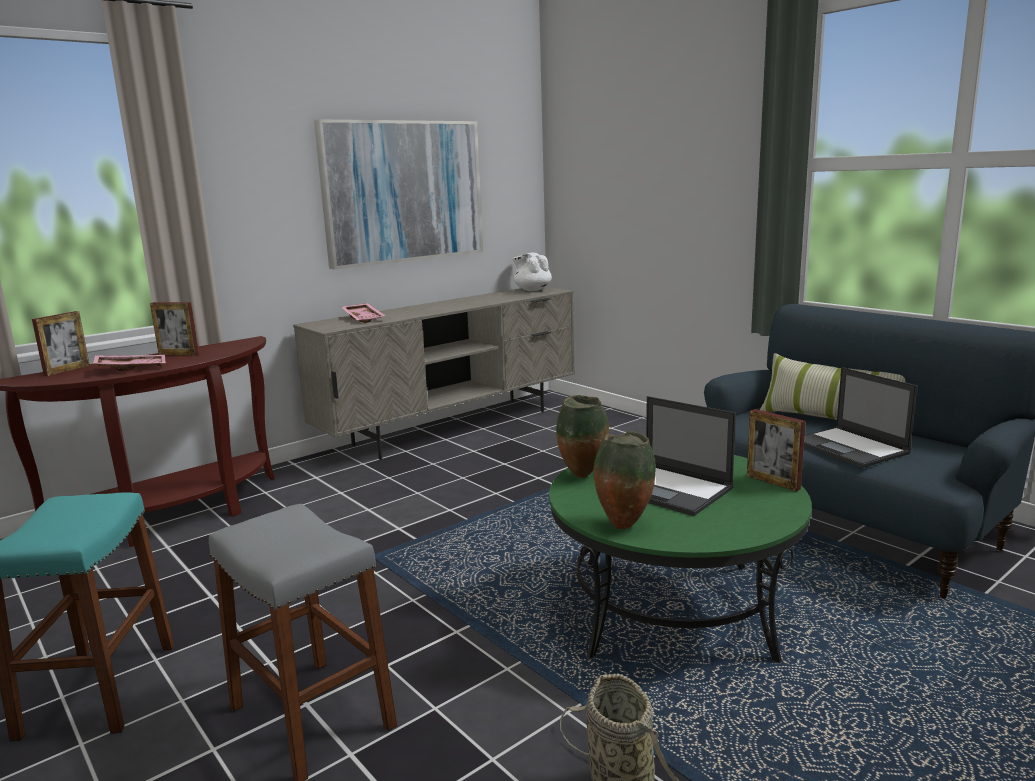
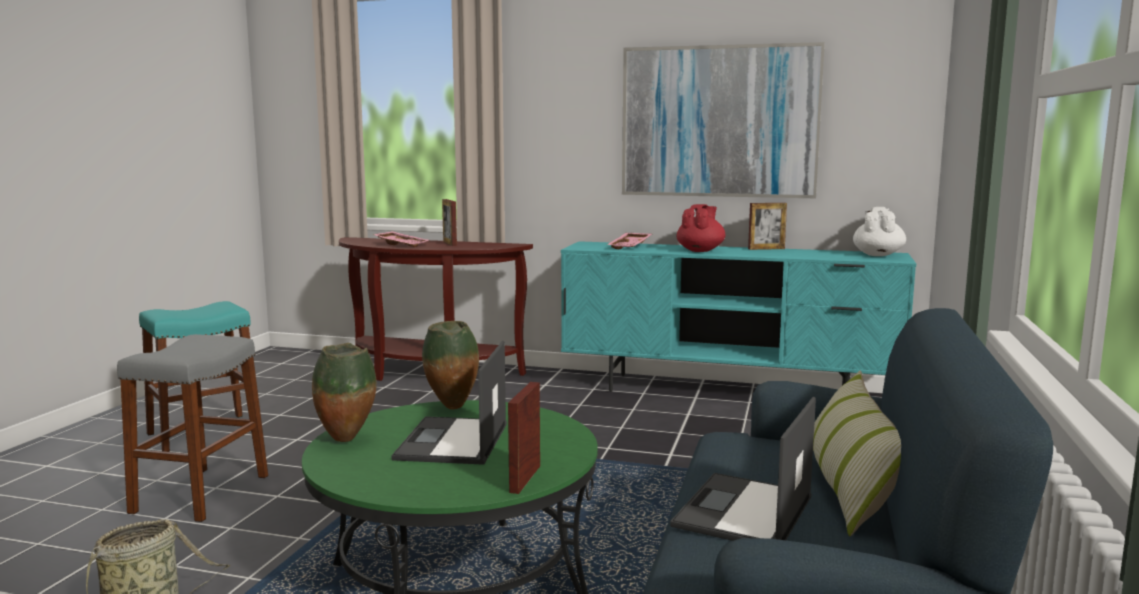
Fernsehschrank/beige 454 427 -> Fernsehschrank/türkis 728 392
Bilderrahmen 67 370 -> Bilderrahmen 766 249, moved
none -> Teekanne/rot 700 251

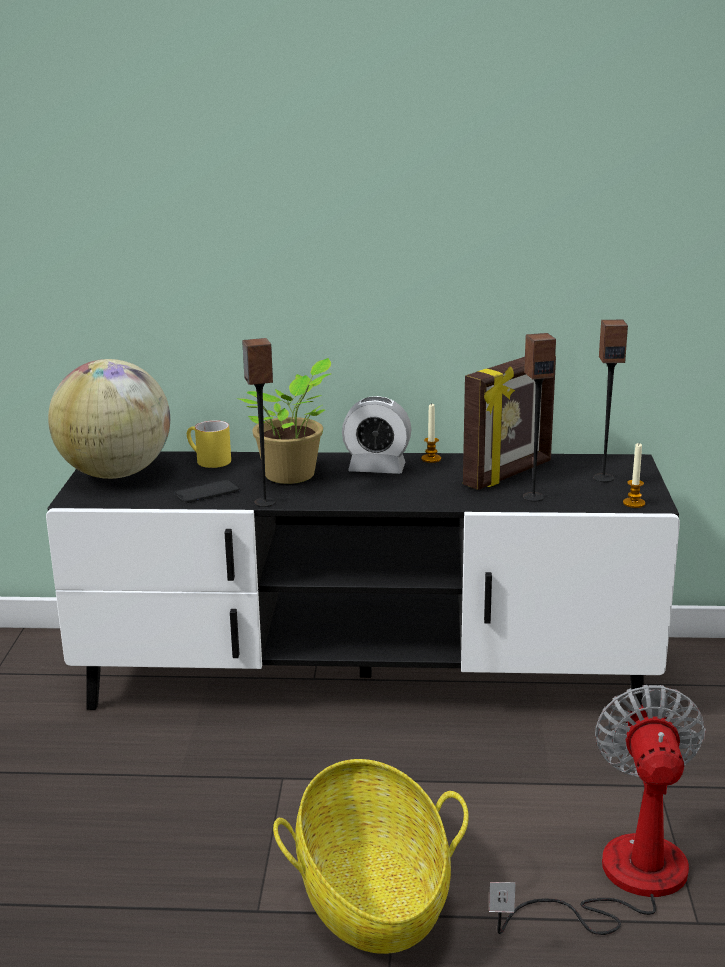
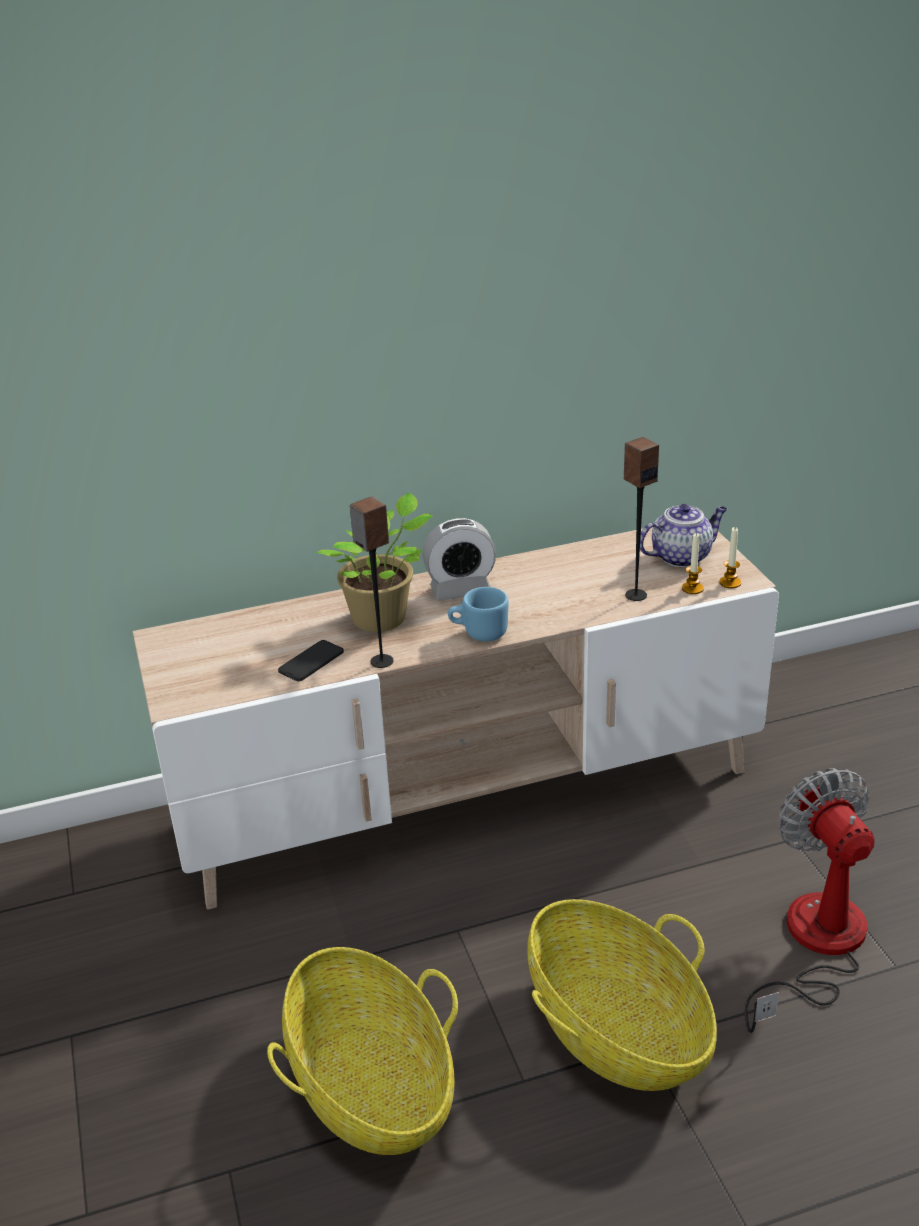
Lautsprecher 603 478 -> Teekanne 682 556
Bilderrahmen 509 474 -> none
Globus 115 474 -> none
Kerze 431 459 -> Kerze 692 588, moved
Henkelbecher/gelb 207 461 -> none
Fernsehschrank/schwarz 365 677 -> Fernsehschrank/beige 467 794
none -> Henkelbecher/blau 479 633
none -> Korb 370 1085

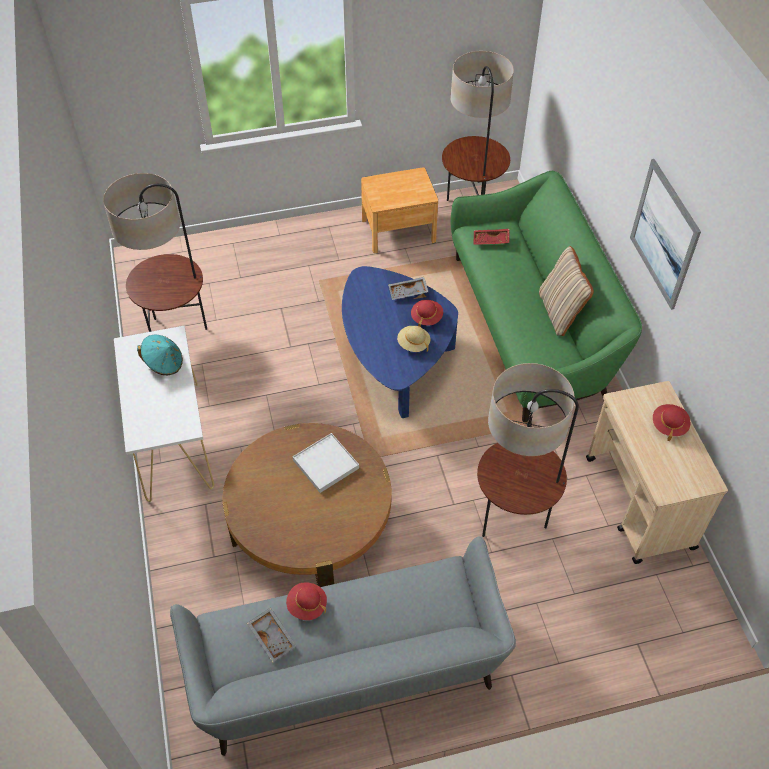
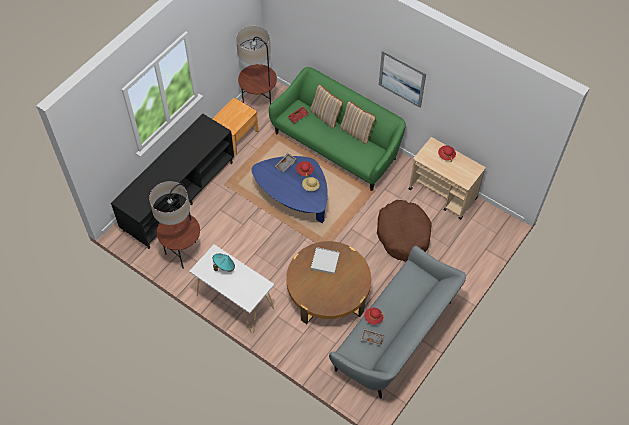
Stehlampe 512 520 -> Hundebett/braun 403 234
none -> Kissen/beige 326 116
none -> Fernsehschrank/schwarz 179 196

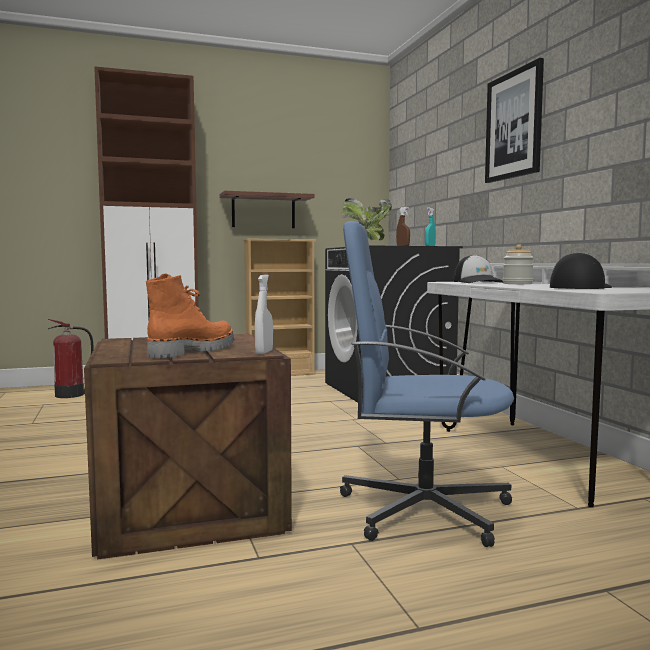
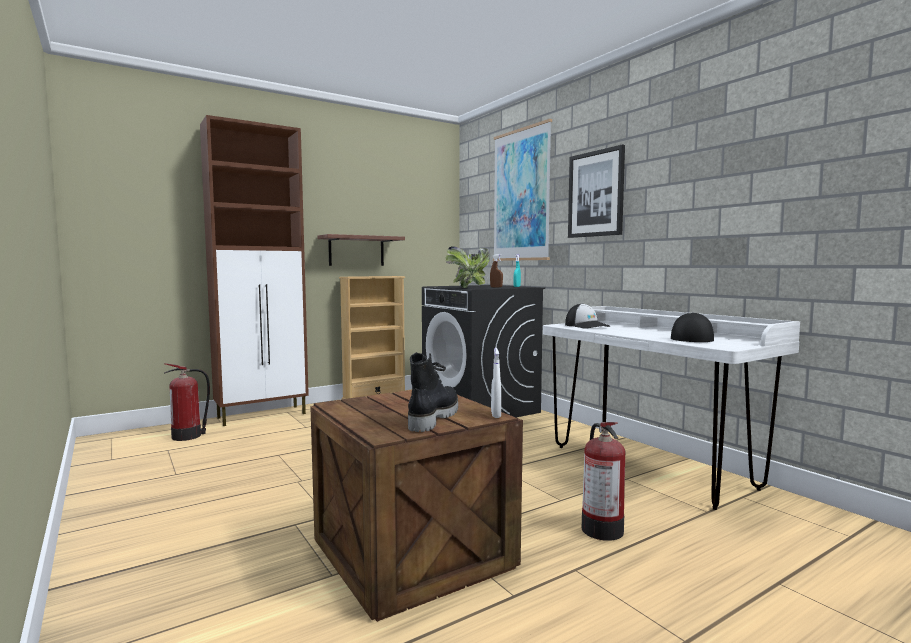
Bürostuhl/blau 421 509 -> Feuerlöscher 601 528
Vorratsglas 517 284 -> none
Stiefel/orange 191 351 -> Stiefel/schwarz 432 418
none -> Bild 521 195

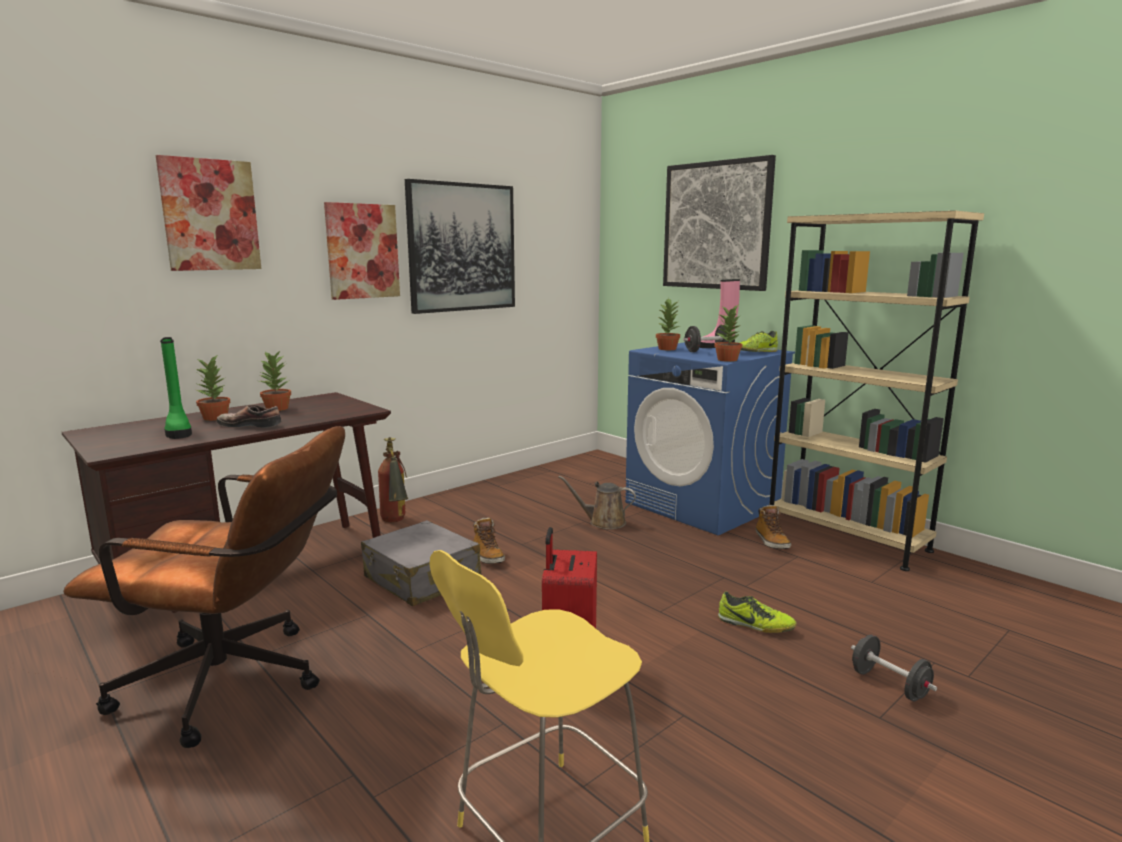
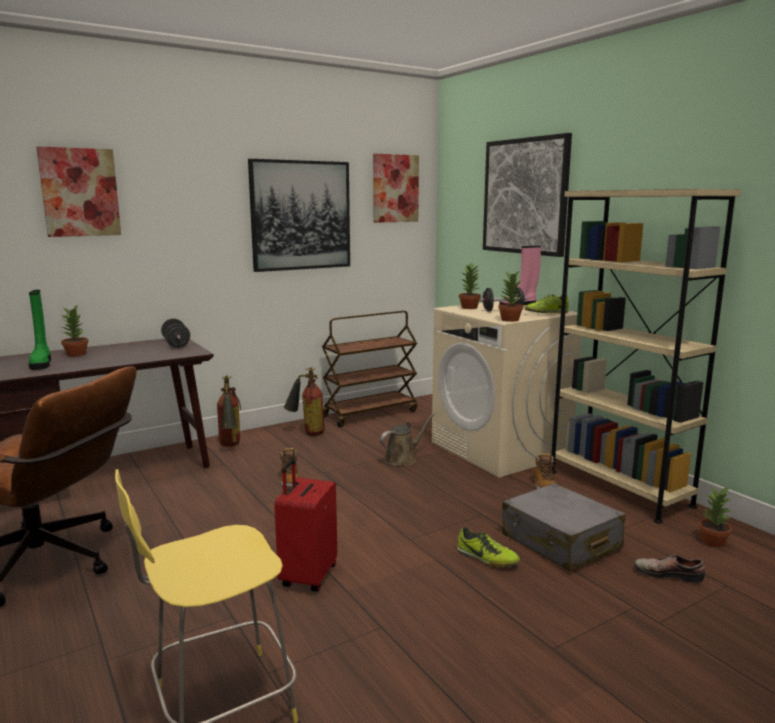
Bild 362 251 -> Bild 395 188, moved
Waschmaschine/blau 703 505 -> Waschmaschine/beige 500 449
Topfpflanze 277 409 -> Topfpflanze 713 542, moved
Schuh 251 425 -> Schuh 667 573, moved
Gießkanne/braun 603 522 -> Gießkanne/braun 403 459, 120 degrees clockwise
Koffer/grau 422 579 -> Koffer/grau 560 542, moved
Hantel/schwarz 889 685 -> Hantel/schwarz 176 344, moved
none -> Rollwagen/braun 370 413
none -> Feuerlöscher 306 432

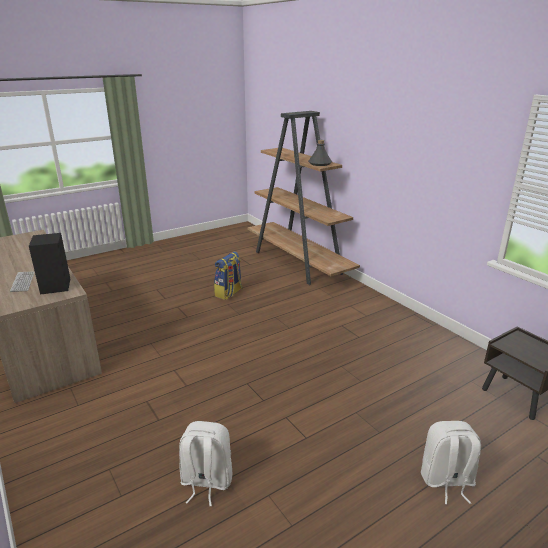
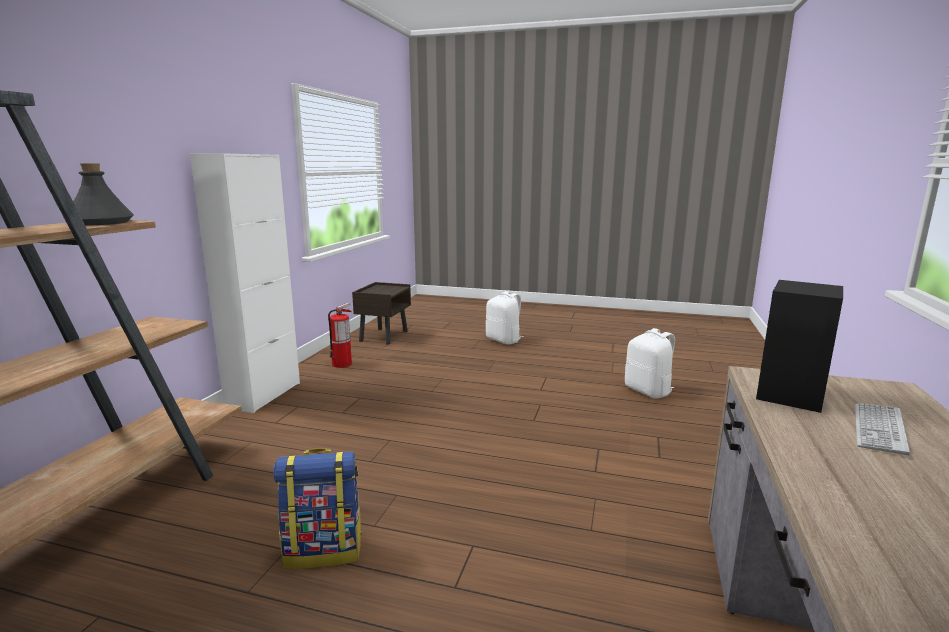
none -> Schrank/weiß 264 395
none -> Feuerlöscher 342 364

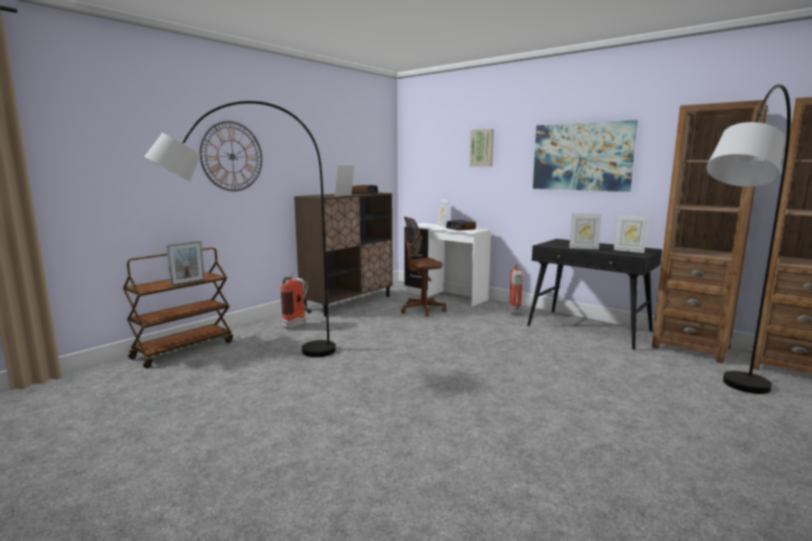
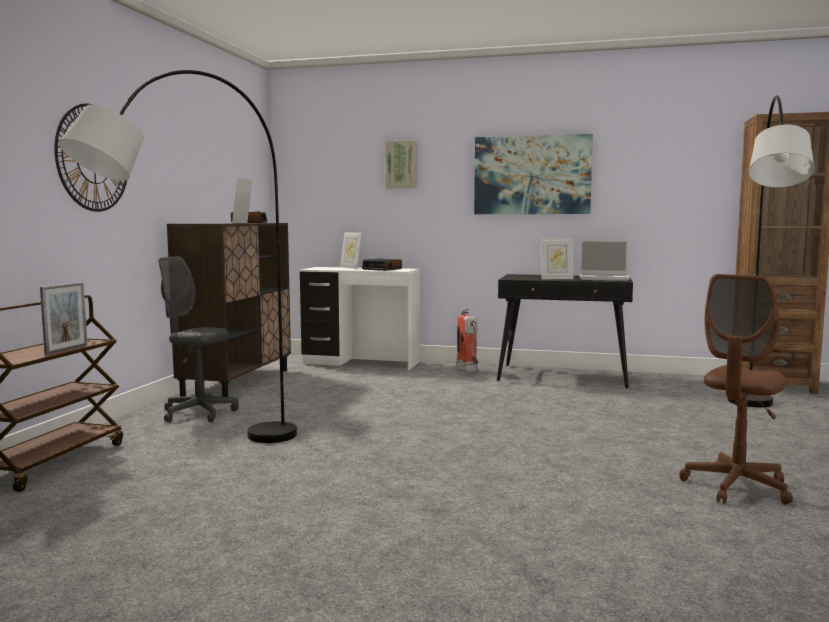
Bücherregal/braun 691 347 -> none
Bilderrahmen 629 251 -> Laptop 604 278
Bürostuhl/braun 422 310 -> Bürostuhl/braun 736 487, moved
Feuerlöscher 298 325 -> Bürostuhl/grau 198 413

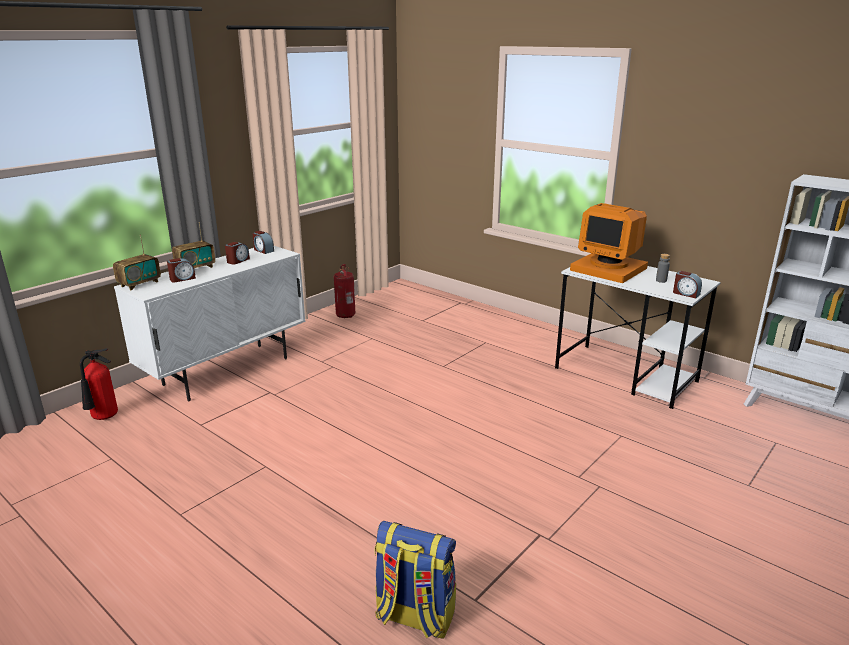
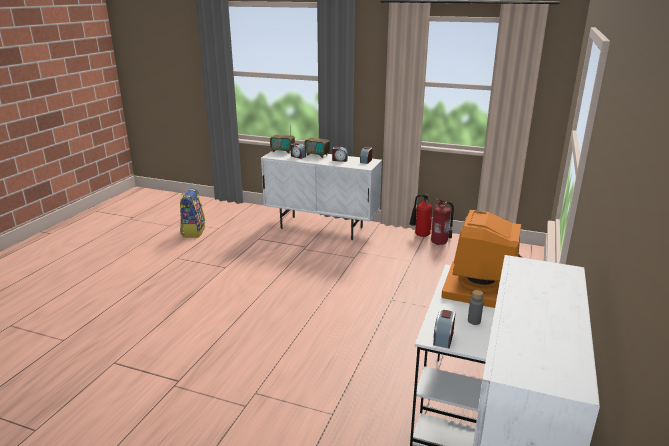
Feuerlöscher 104 418 -> Feuerlöscher 420 235, moved
Rucksack 414 616 -> Rucksack 193 231, moved

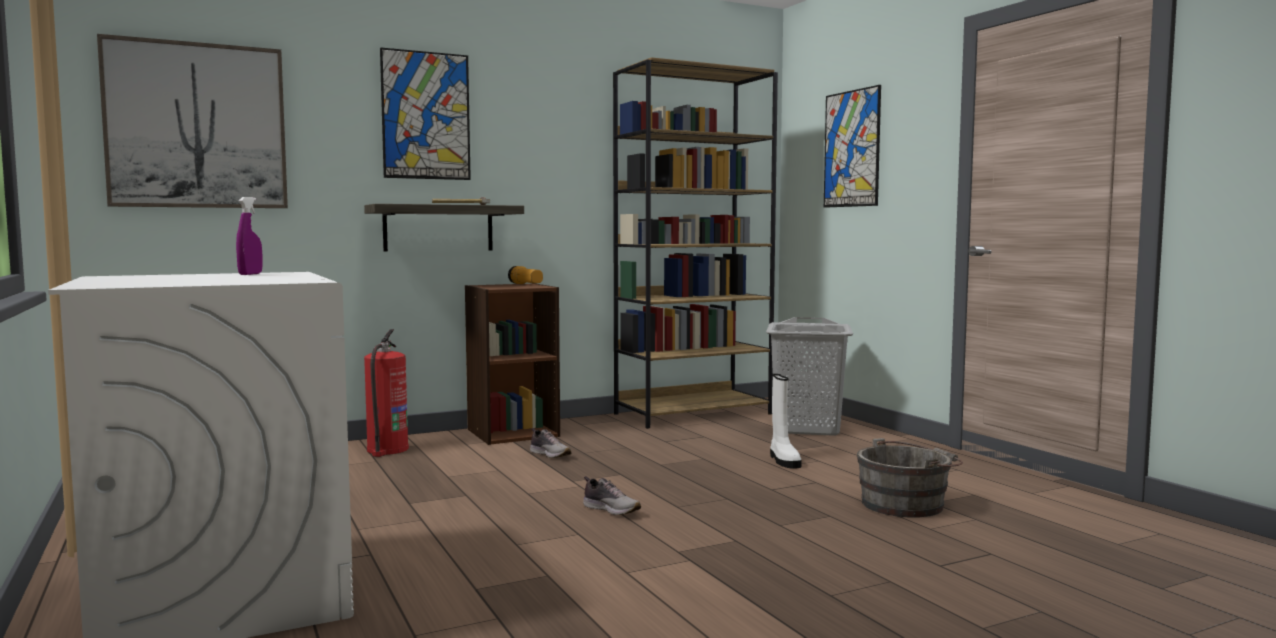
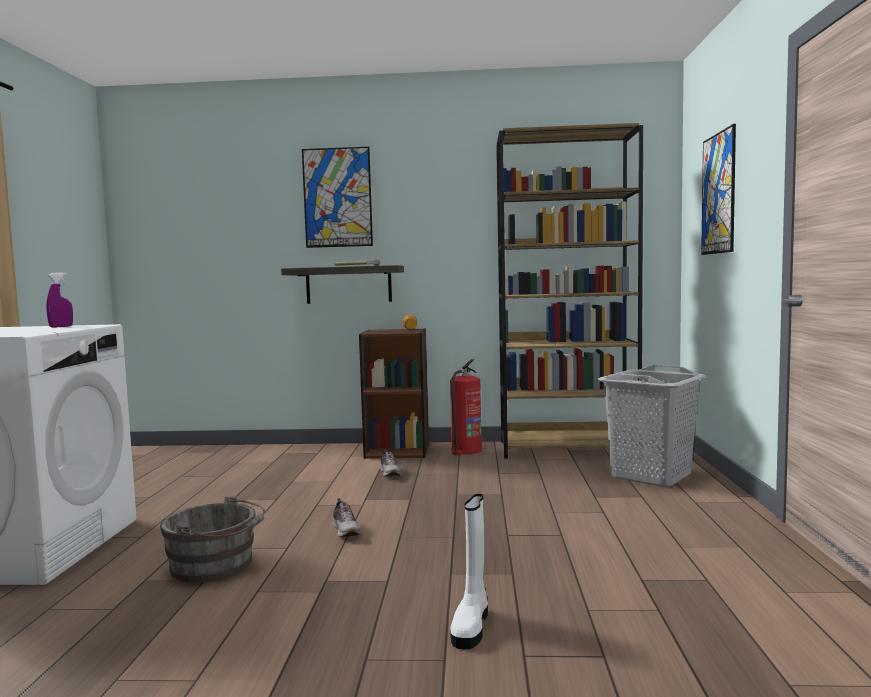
Bild 197 126 -> none
Feuerlöscher 386 450 -> Feuerlöscher 465 450, moved
Stiefel/weiß 783 460 -> Stiefel/weiß 471 626, moved
Eimer/grau 906 504 -> Eimer/grau 216 566, moved

